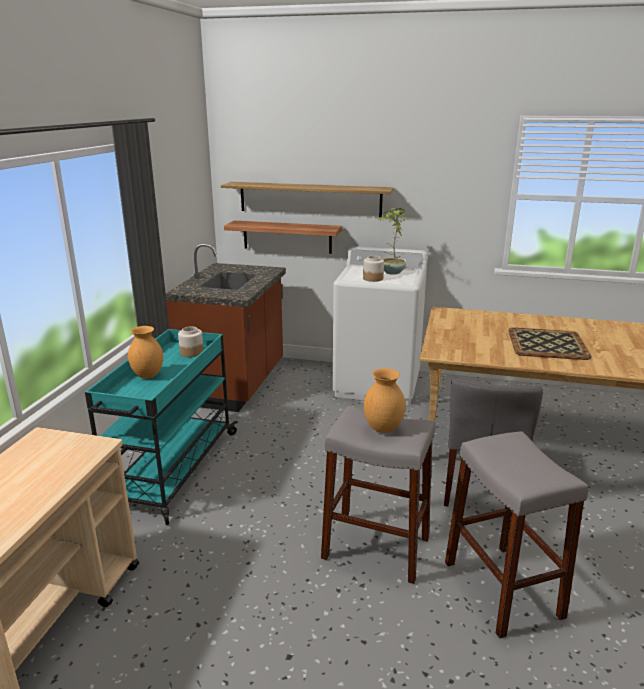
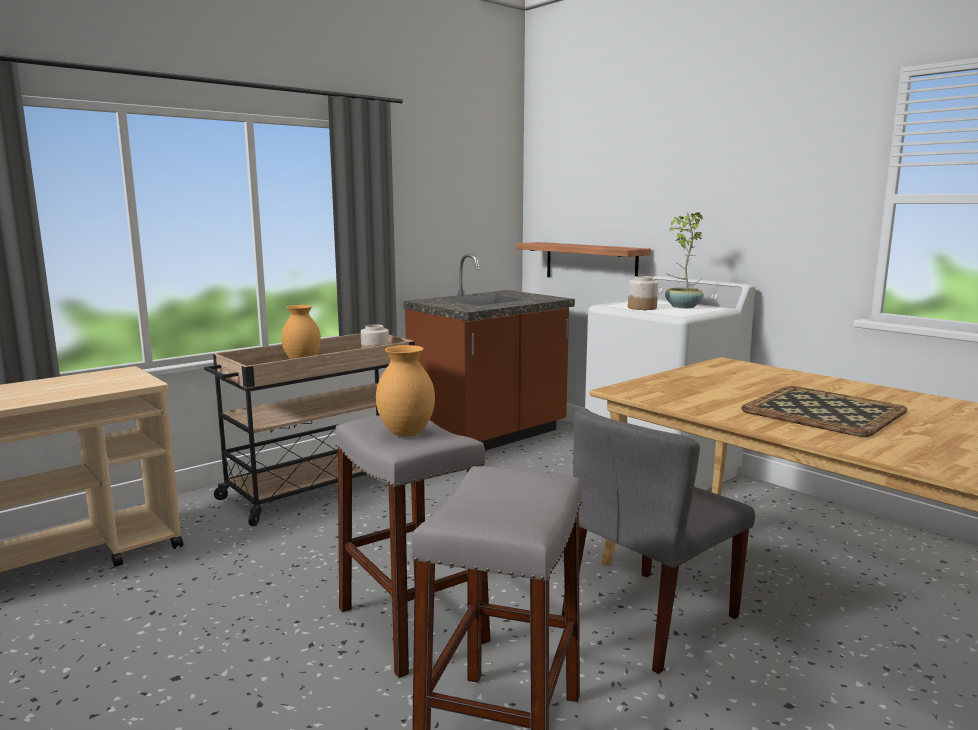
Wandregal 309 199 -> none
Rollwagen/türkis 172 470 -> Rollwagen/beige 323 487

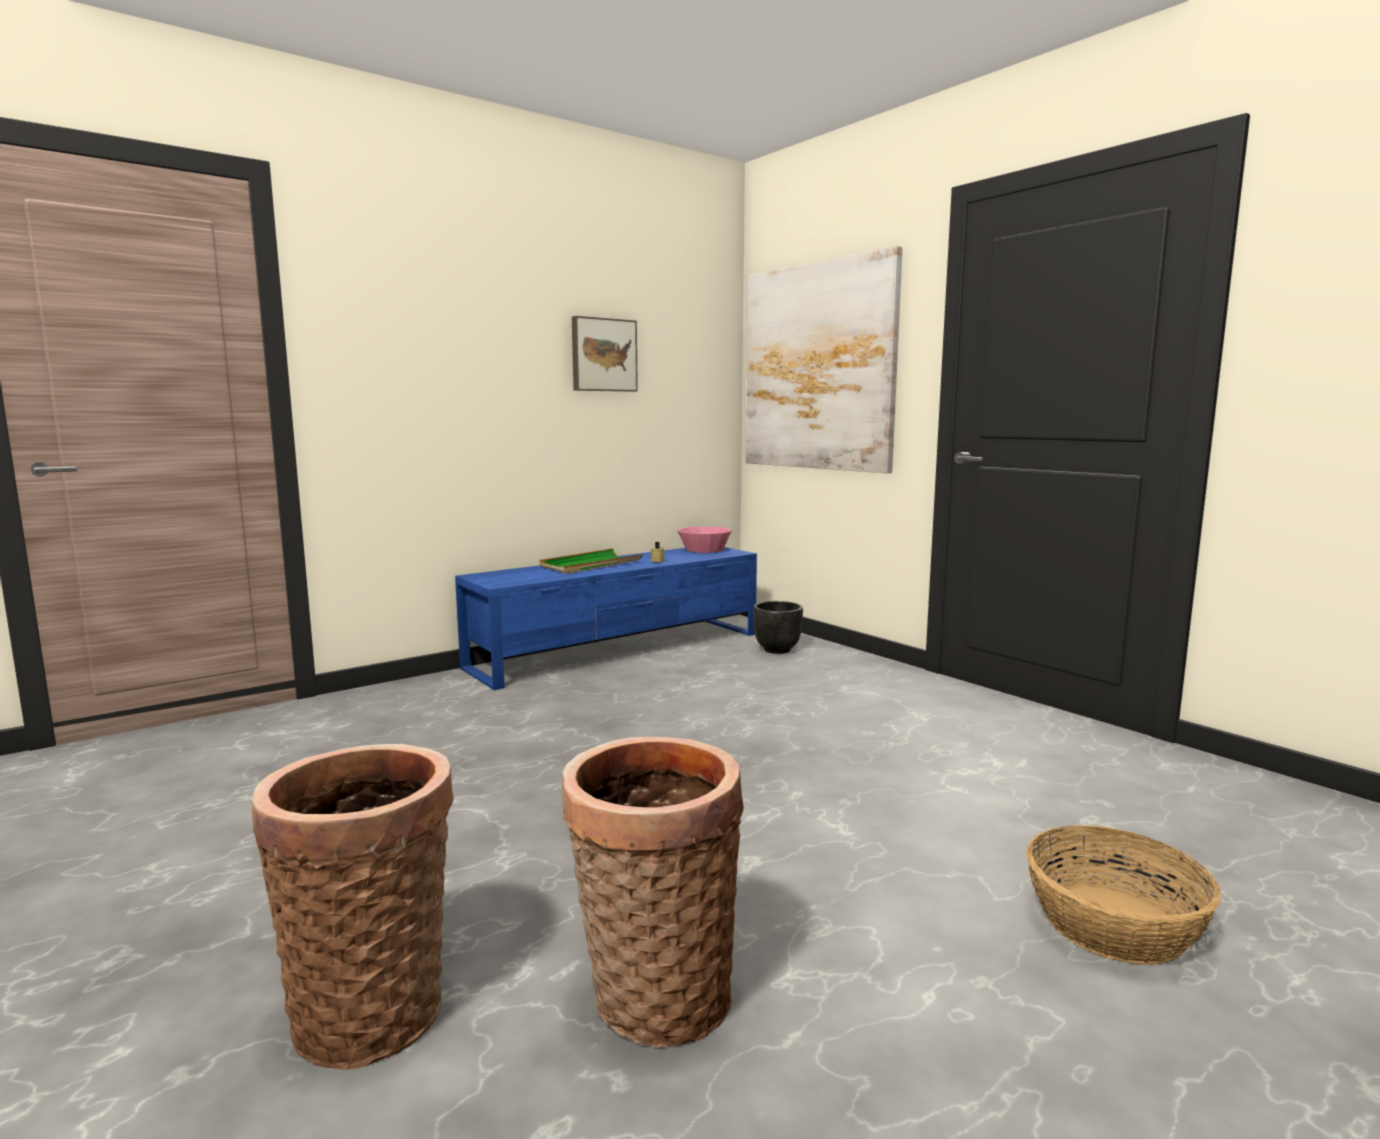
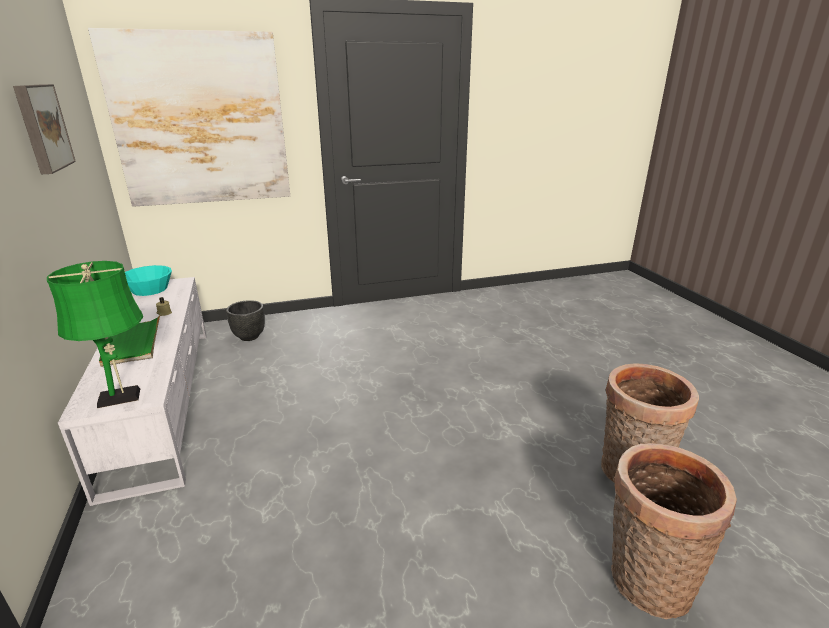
Schüssel/rosa 704 549 -> Schüssel/türkis 150 289
Fernsehschrank/blau 620 650 -> Fernsehschrank/weiß 163 398
Korb 1112 924 -> none
none -> Tischlampe/grün 124 397

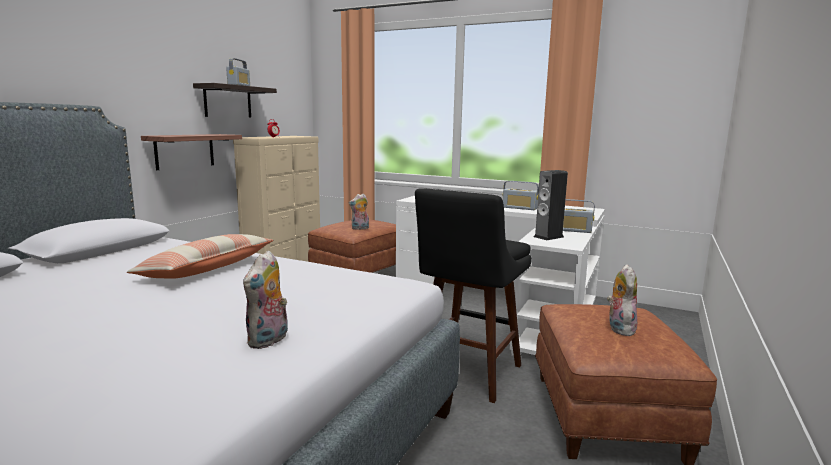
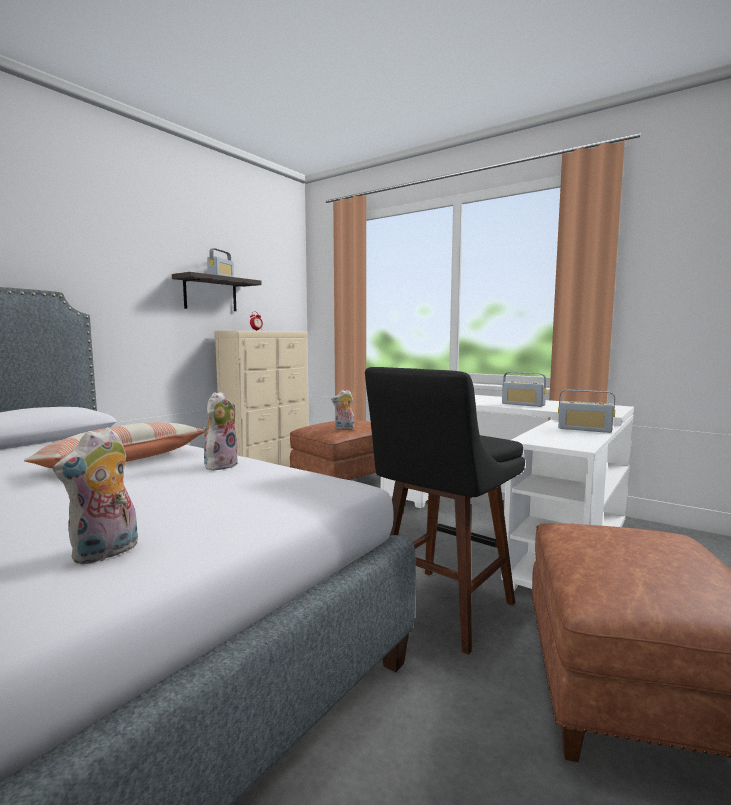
Wandregal 185 151 -> none
Lautsprecher 548 237 -> none
Plüschtier 619 328 -> Plüschtier 220 465, moved

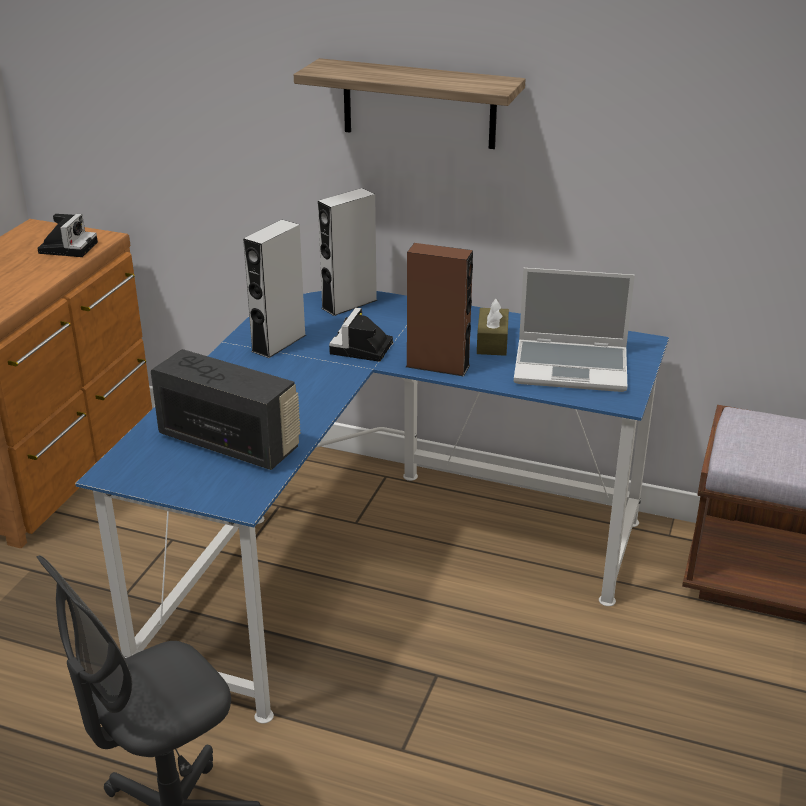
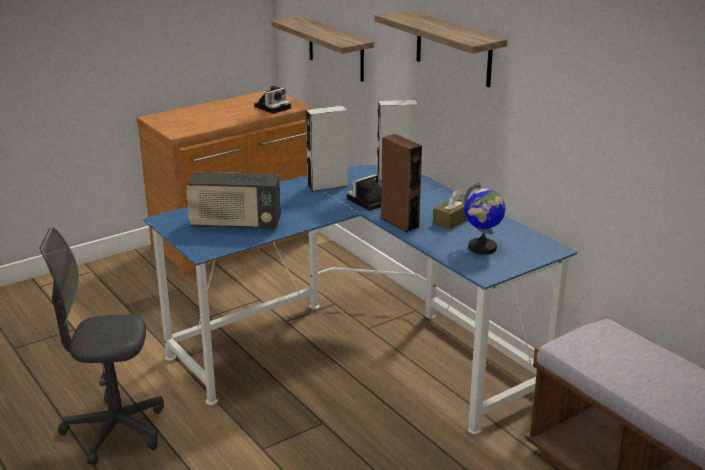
Laptop 572 367 -> Globus 482 248
Radio 230 443 -> Radio 235 224, 120 degrees clockwise
none -> Wandregal 336 49

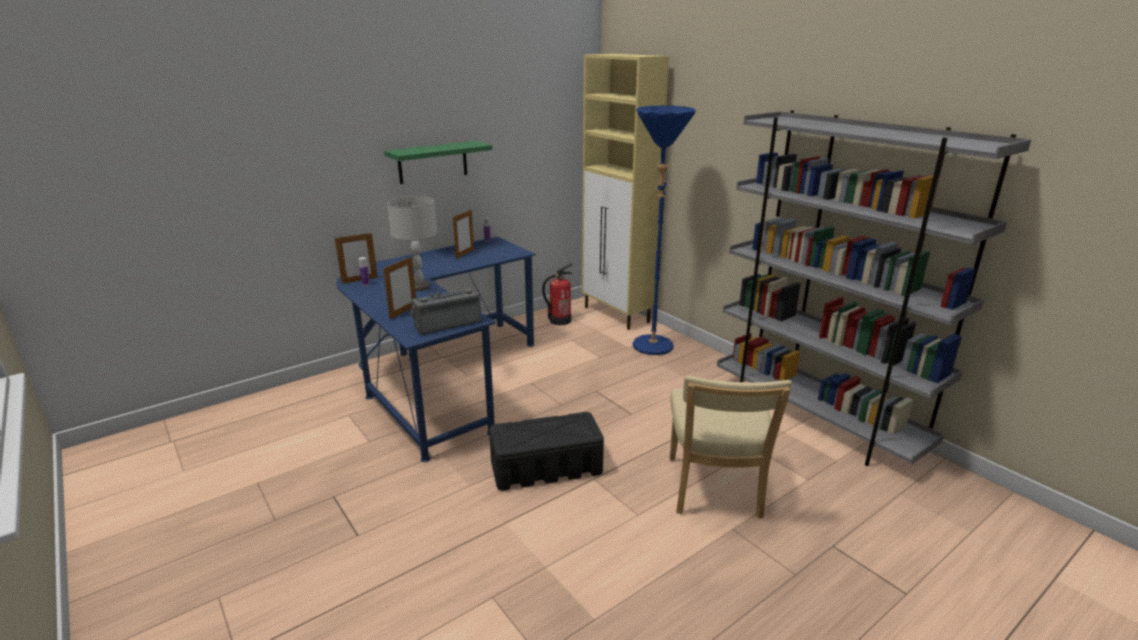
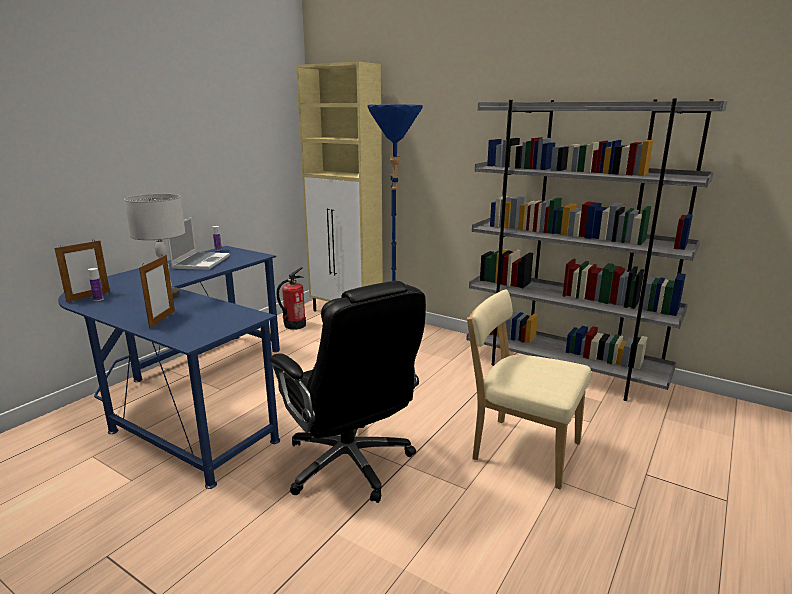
Wandregal/grün 433 162 -> none
Bilderrahmen 465 254 -> Laptop 201 262
Radio 447 323 -> none
Stuhl/beige 714 491 -> Stuhl/beige 521 449, 135 degrees clockwise
Aufbewahrungsbox/schwarz 545 468 -> Bürostuhl/schwarz 350 464

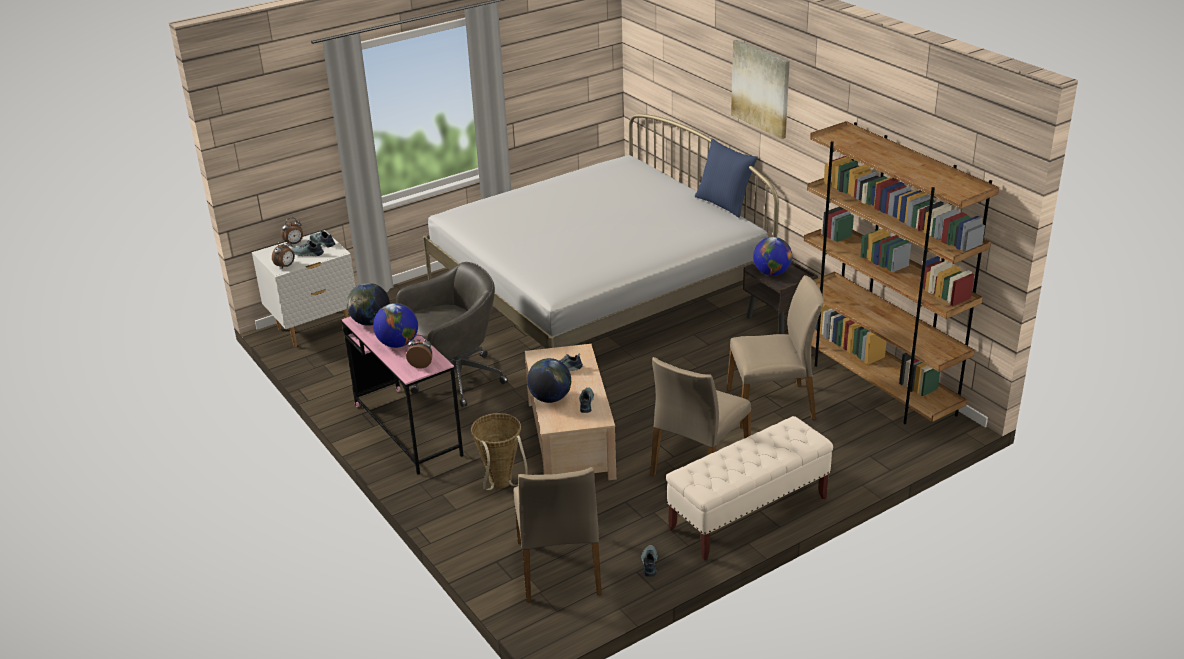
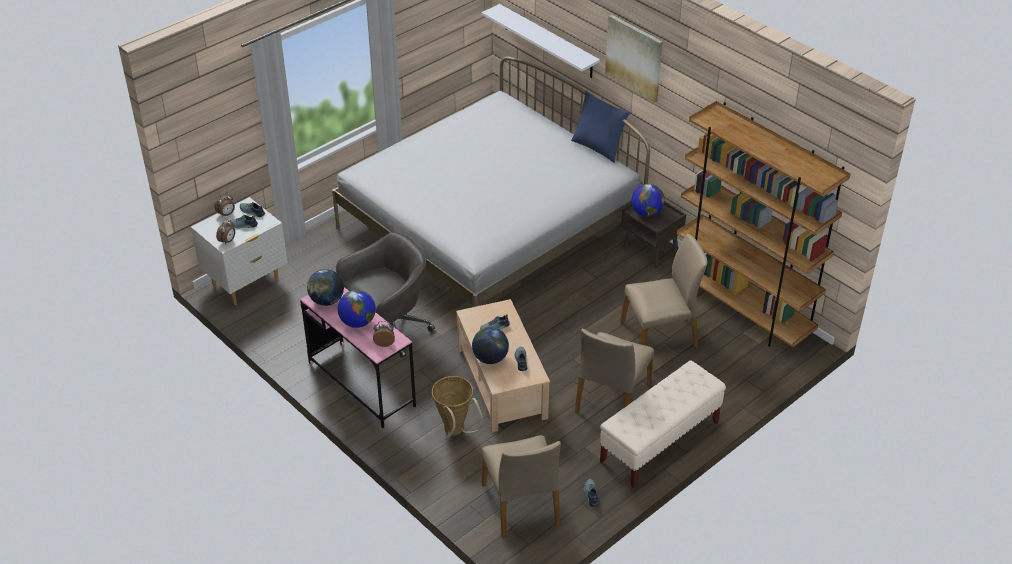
none -> Wandregal/weiß 548 41

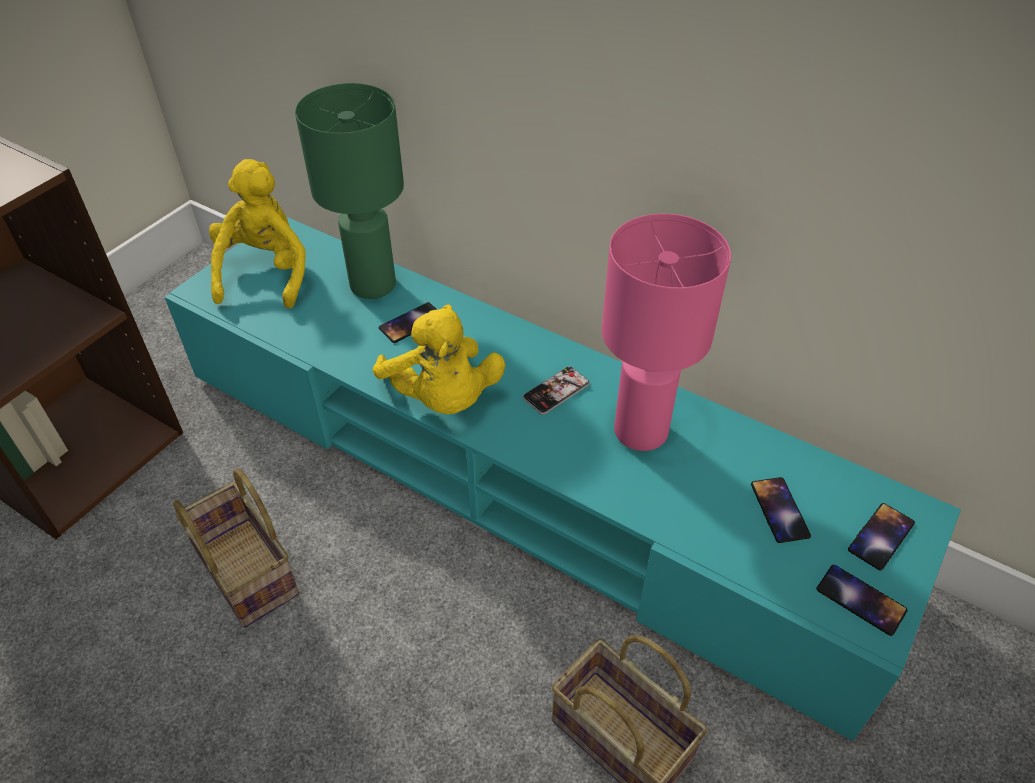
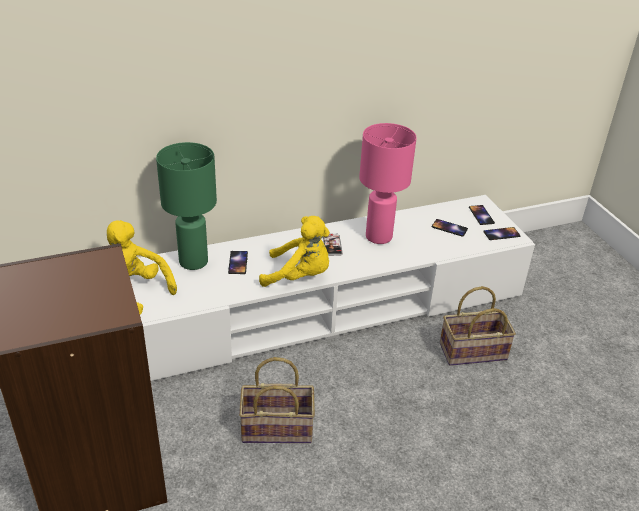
Fernsehschrank/türkis 519 475 -> Fernsehschrank/weiß 317 310

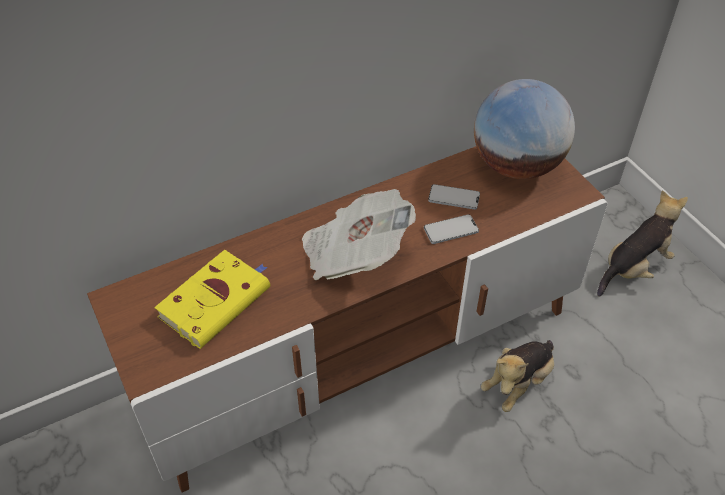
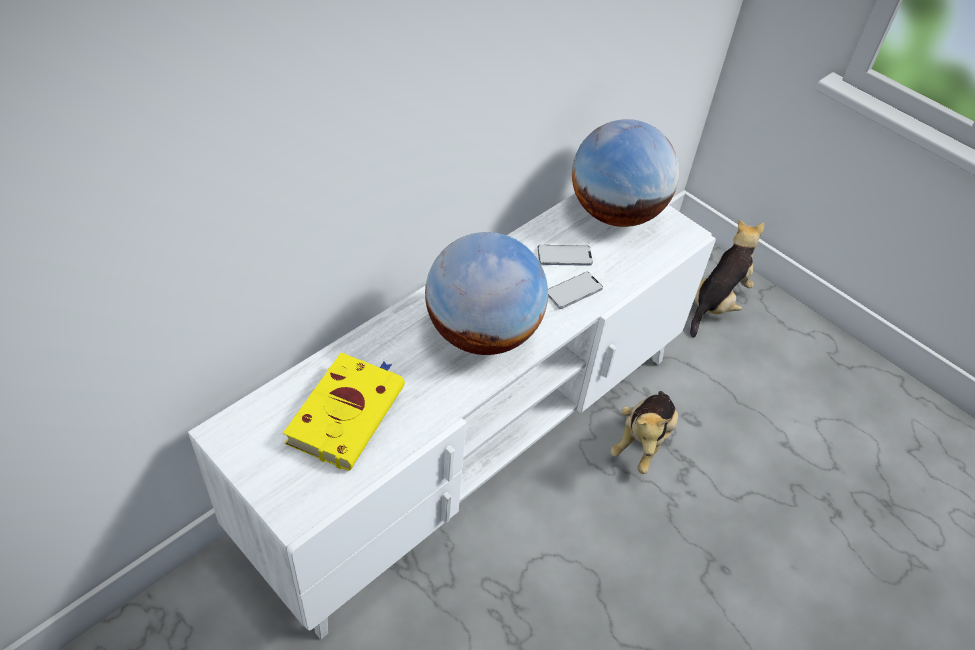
Fernsehschrank/braun 362 355 -> Fernsehschrank/weiß 474 444
Zeitung 354 254 -> Globus 482 333

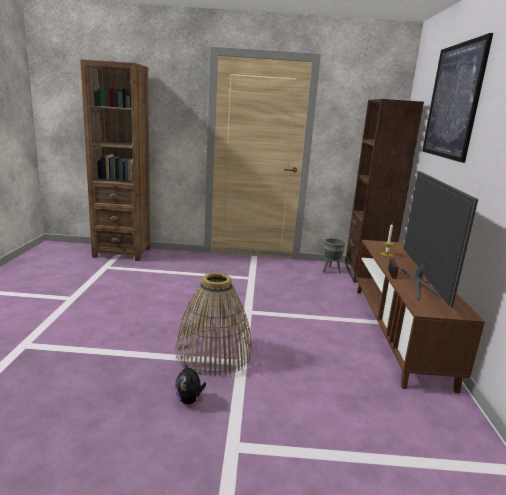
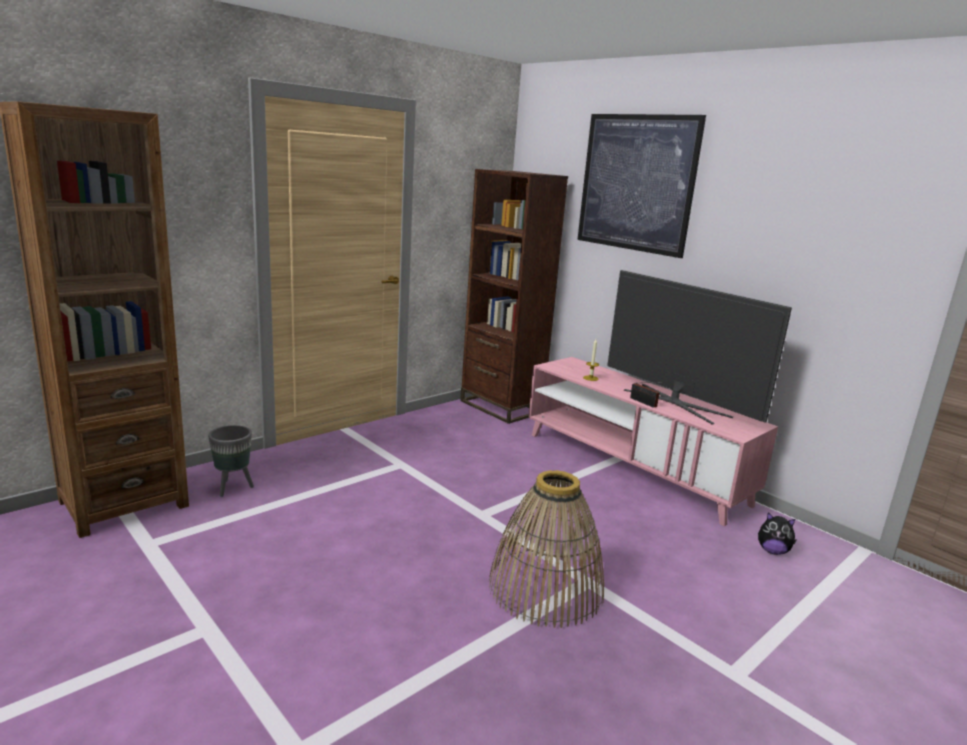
Pflanzkübel/grau 331 271 -> Pflanzkübel/grau 233 488, moved
Fernsehschrank/braun 397 331 -> Fernsehschrank/rosa 632 467
Plüschtier 189 400 -> Plüschtier 772 551, moved

